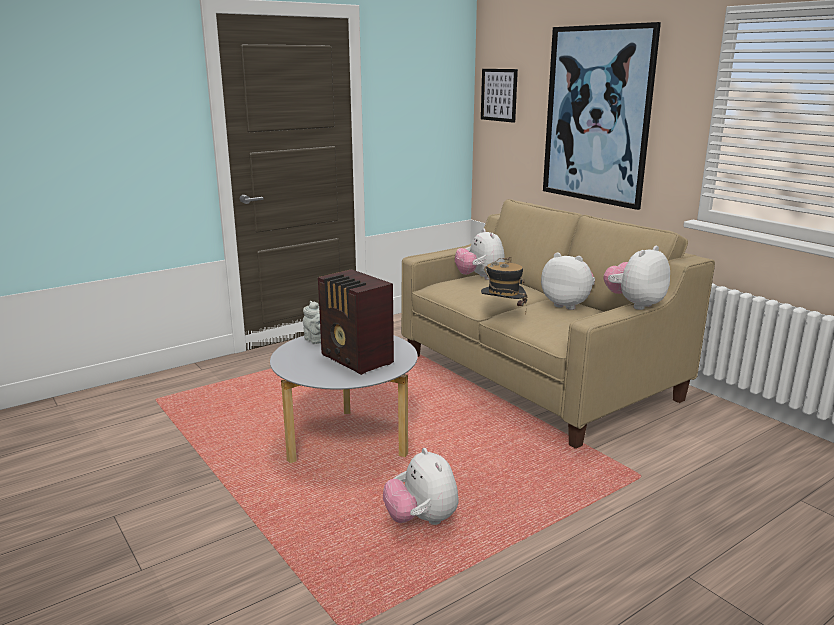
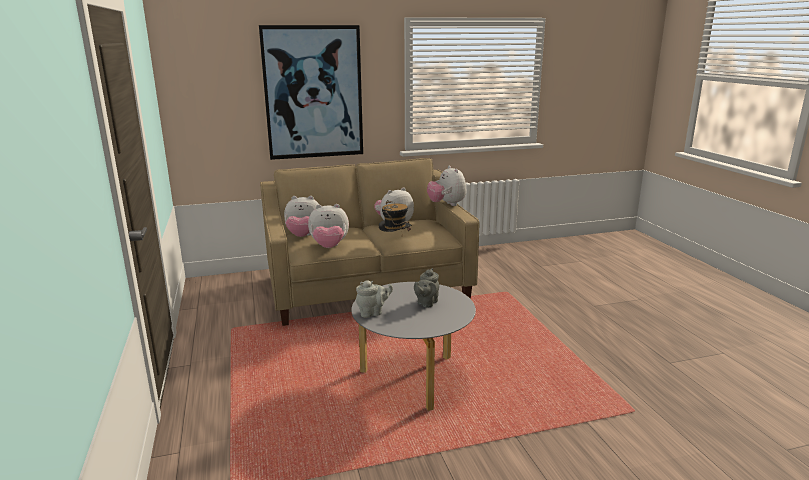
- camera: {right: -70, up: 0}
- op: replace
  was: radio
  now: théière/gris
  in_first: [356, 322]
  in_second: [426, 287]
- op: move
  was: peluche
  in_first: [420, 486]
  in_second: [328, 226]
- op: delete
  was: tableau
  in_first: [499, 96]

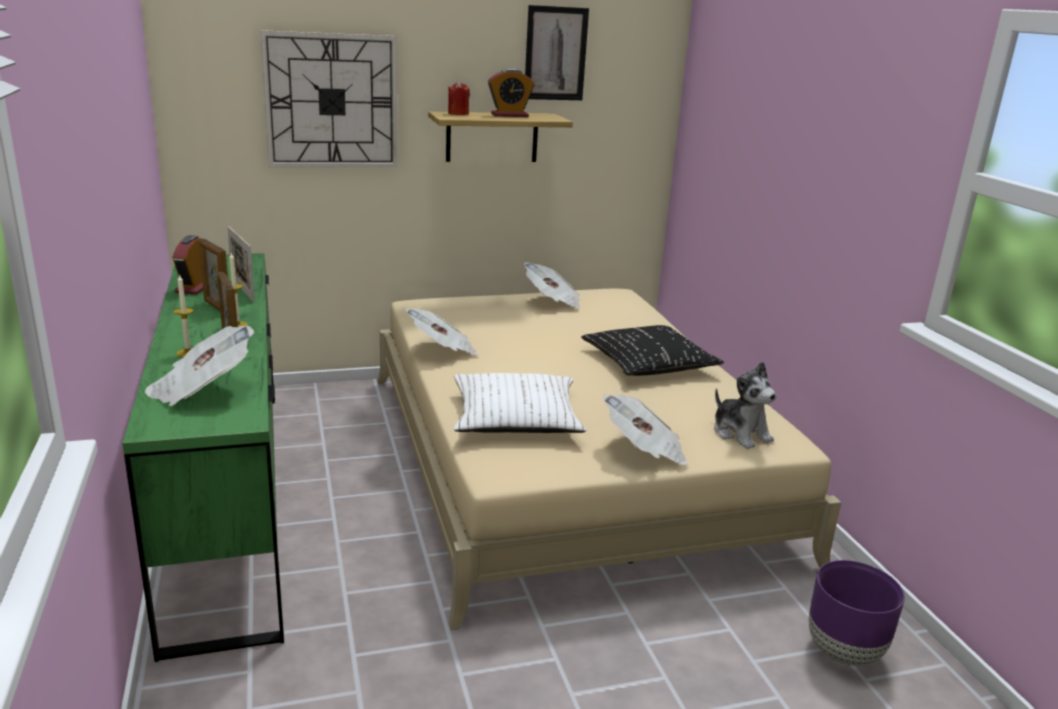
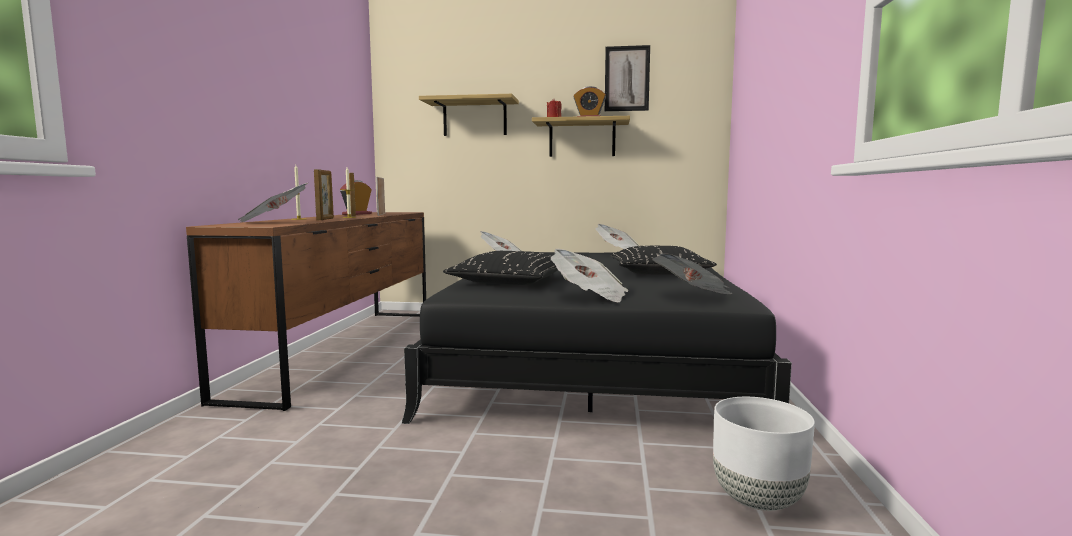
- camera: {right: 25, up: -15}
- op: recolor
  was: commode/vert
  now: commode/marron
  in_first: [203, 457]
  in_second: [306, 311]
- op: replace
  was: horloge murale
  now: étagère
  in_first: [328, 98]
  in_second: [469, 115]
- op: recolor
  was: lit/beige
  now: lit/noir
  in_first: [609, 459]
  in_second: [597, 338]
- op: recolor
  was: coussin/blanc
  now: coussin/noir
  in_first: [520, 403]
  in_second: [500, 268]
- op: replace
  was: peluche
  now: journal
  in_first: [745, 405]
  in_second: [692, 273]
- op: recolor
  was: cache-pot/violet
  now: cache-pot/blanc
  in_first: [857, 613]
  in_second: [764, 454]

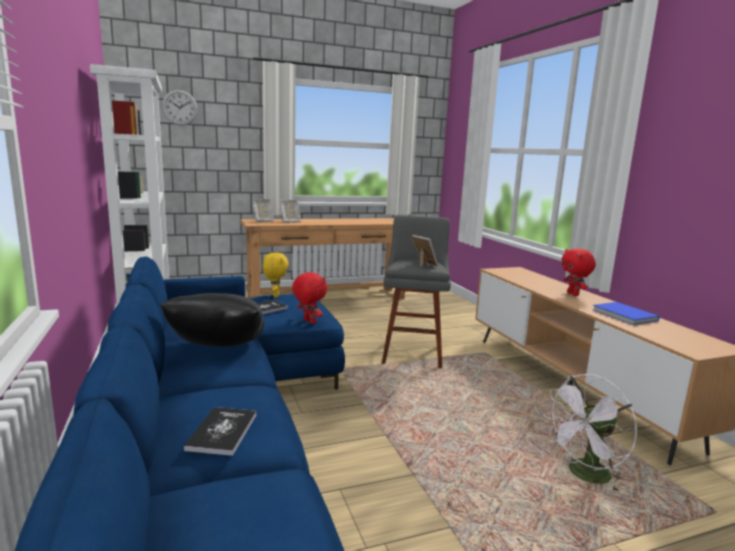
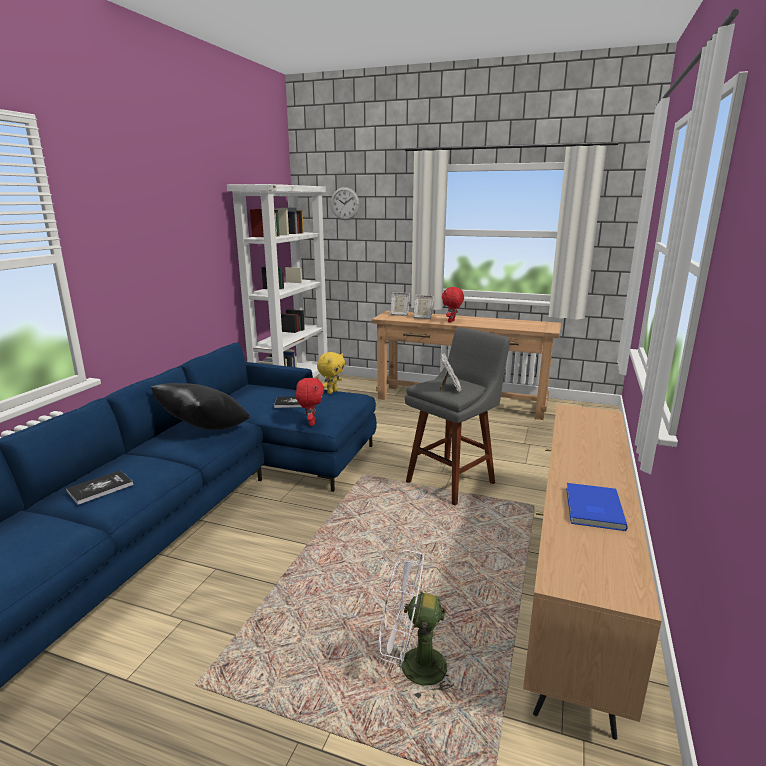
- camera: {right: 40, up: 5}
- op: move
  was: peluche/rouge
  in_first: [578, 272]
  in_second: [453, 305]

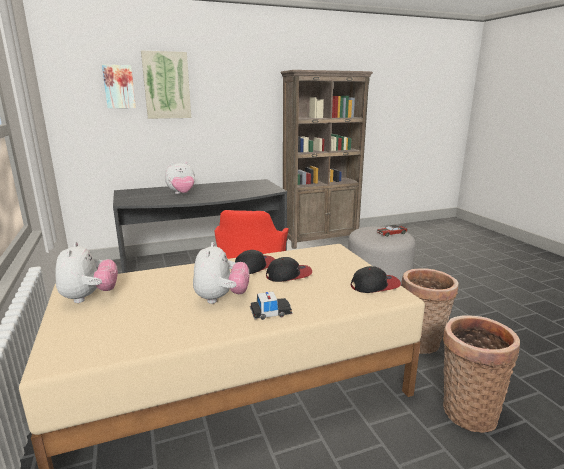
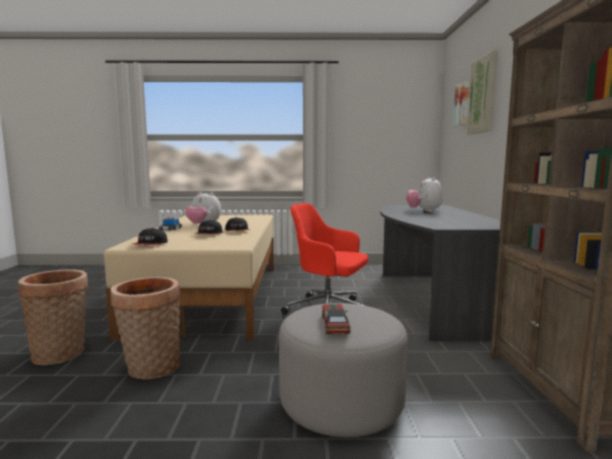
- camera: {right: 110, up: -10}
- op: delete
  was: peluche
  in_first: [86, 272]

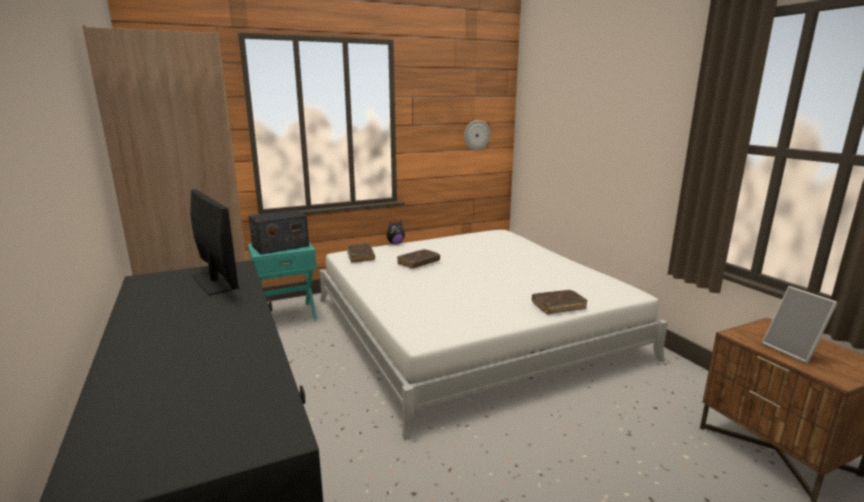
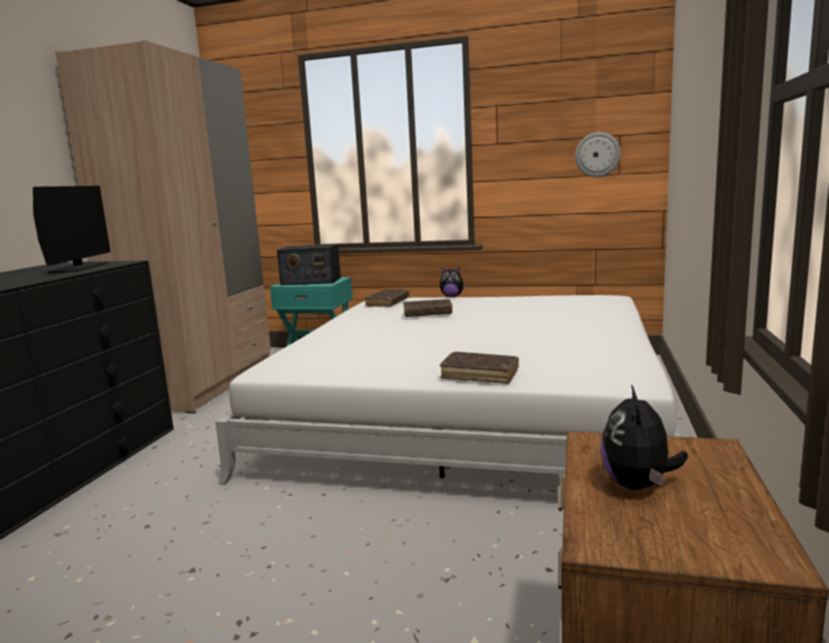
- camera: {right: 40, up: -5}
- op: replace
  was: cadre photo
  now: peluche
  in_first: [800, 324]
  in_second: [644, 437]

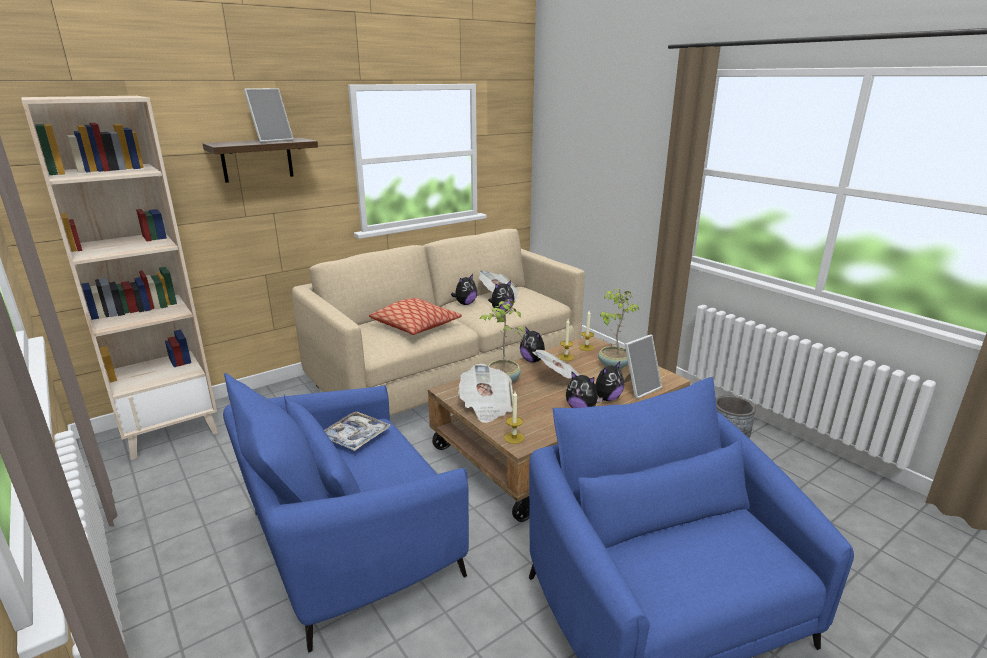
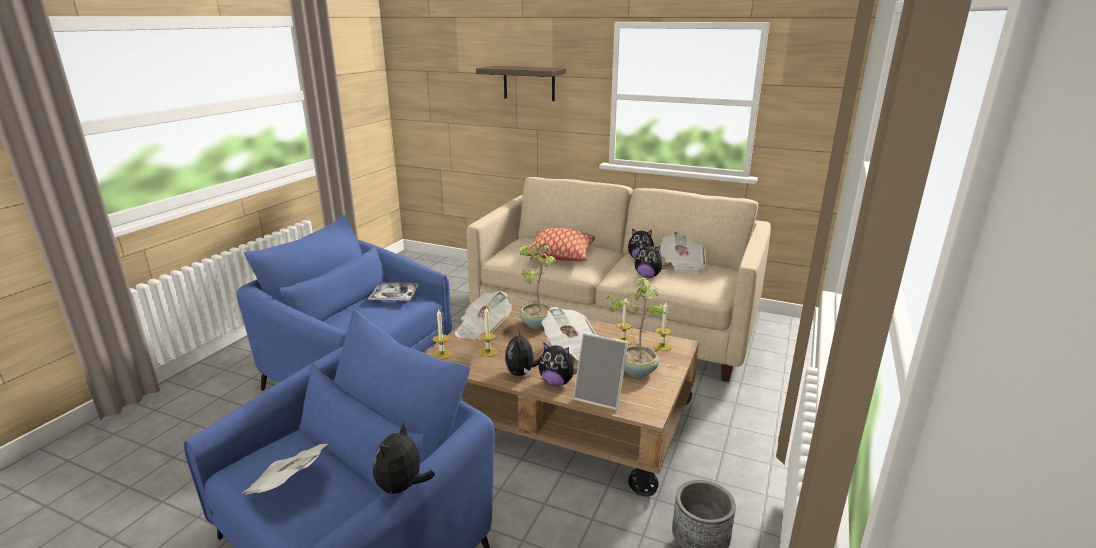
- camera: {right: 60, up: 0}
- op: delete
  was: bibliothèque/beige
  in_first: [120, 278]
- op: delete
  was: cadre photo
  in_first: [269, 115]
- op: move
  was: peluche
  in_first: [532, 344]
  in_second: [404, 458]
- op: insert
  now: journal
  in_second: [286, 468]
- op: insert
  now: bougie
  in_second: [488, 332]

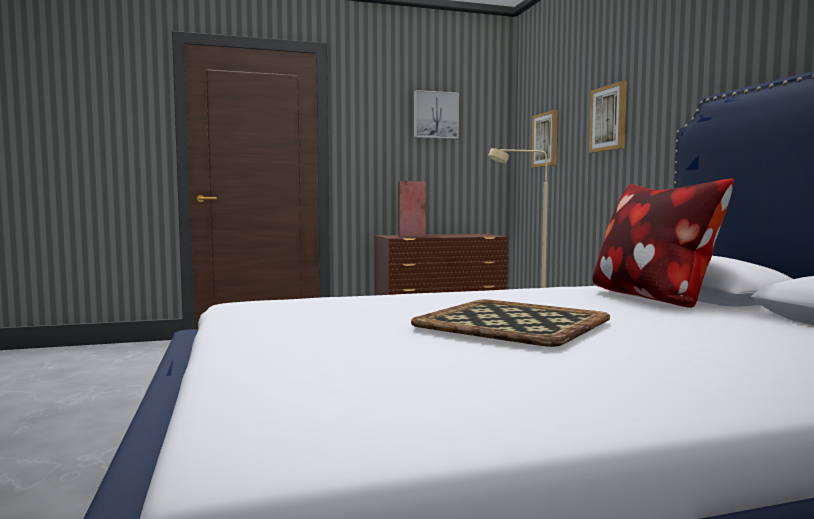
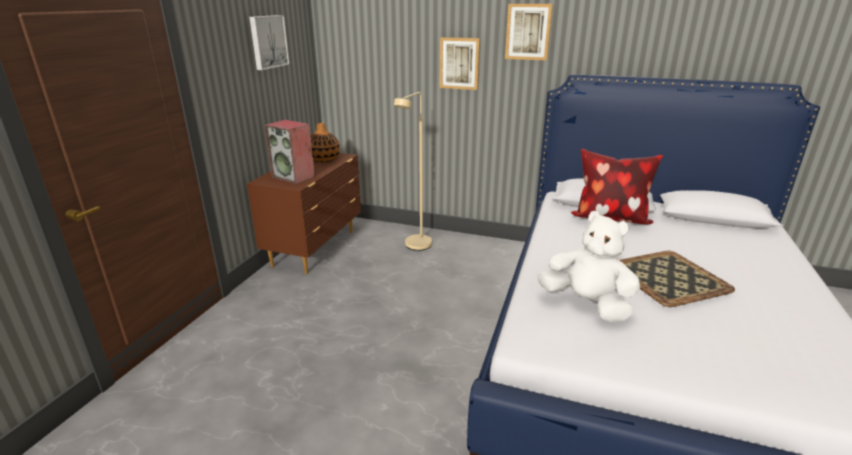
- camera: {right: -55, up: 20}
- op: move
  was: tableau
  in_first: [544, 139]
  in_second: [529, 32]
- op: insert
  now: vase
  in_second: [325, 142]
- op: insert
  now: peluche/blanc
  in_second: [588, 266]

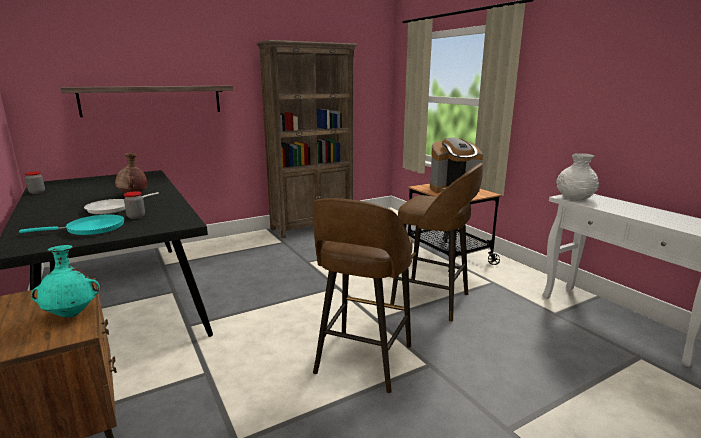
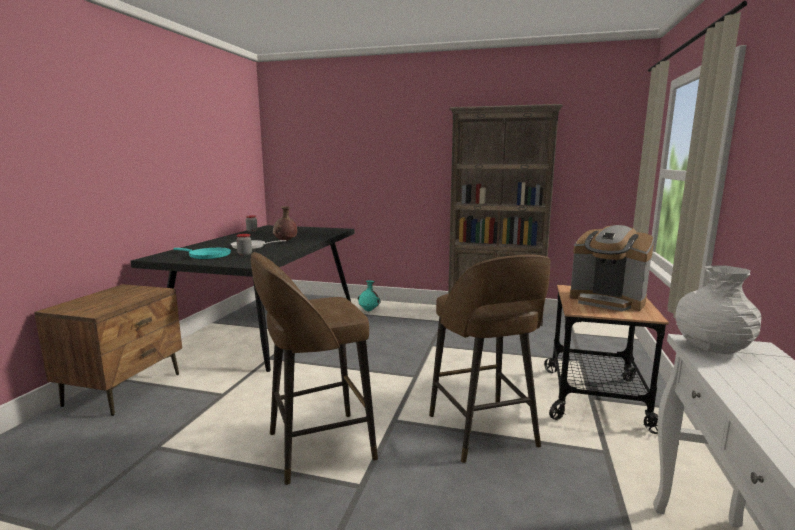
- camera: {right: 45, up: -5}
- op: move
  was: vase/turquoise
  in_first: [66, 281]
  in_second: [369, 295]
- op: delete
  was: étagère
  in_first: [146, 101]

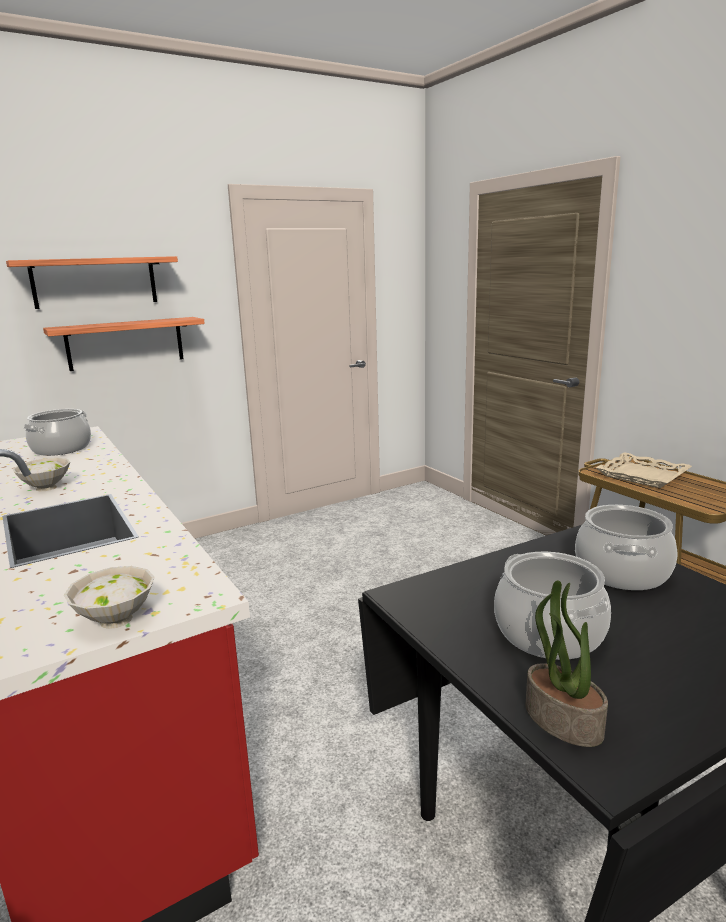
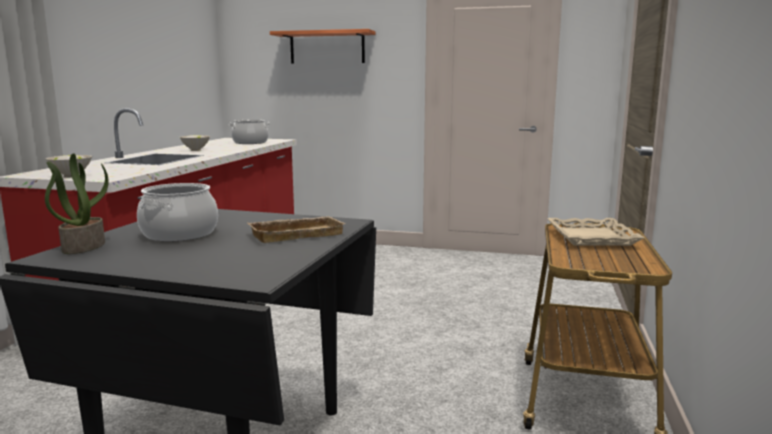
- camera: {right: 45, up: -5}
- op: delete
  was: étagère
  in_first: [124, 344]
- op: replace
  was: marmite
  now: plateau/beige
  in_first: [626, 547]
  in_second: [296, 229]

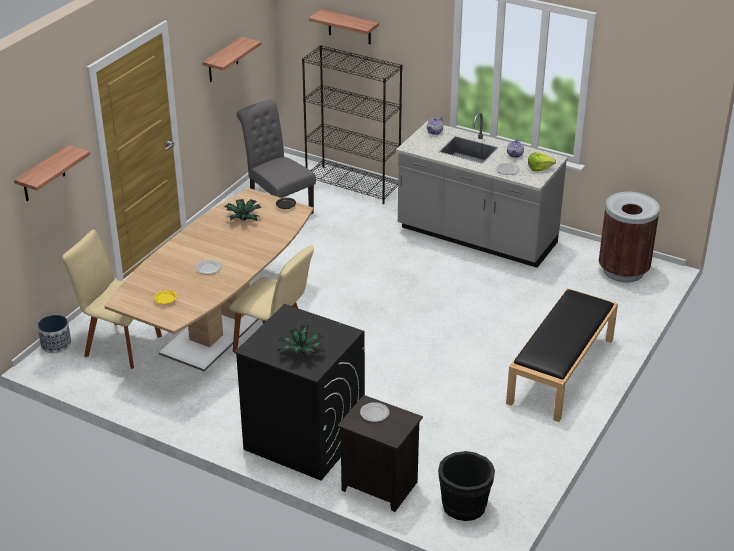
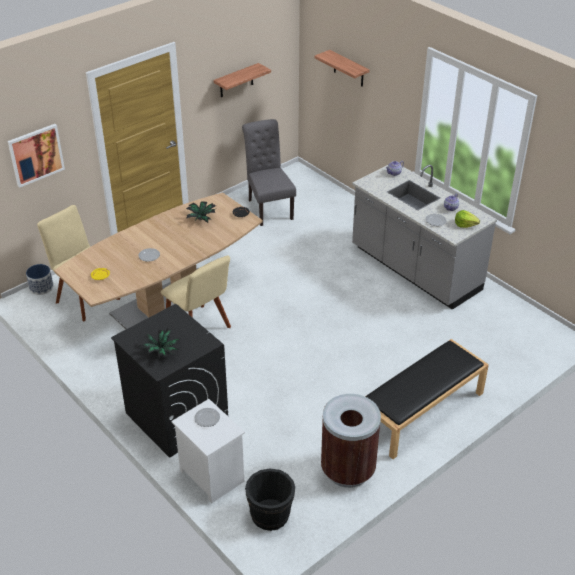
- camera: {right: 20, up: 5}
- op: replace
  was: étagère
  now: tableau
  in_first: [52, 173]
  in_second: [36, 156]
- op: delete
  was: bibliothèque/noir
  in_first: [352, 124]
- op: recolor
  was: table de chevet/noir
  now: table de chevet/blanc
  in_first: [380, 453]
  in_second: [208, 451]
- op: move
  was: poubelle/marron
  in_first: [629, 237]
  in_second: [351, 441]

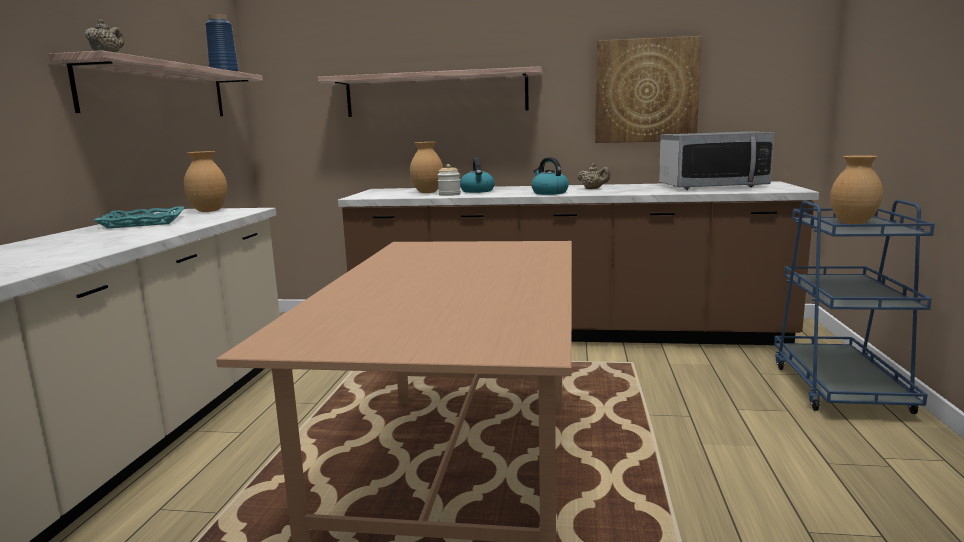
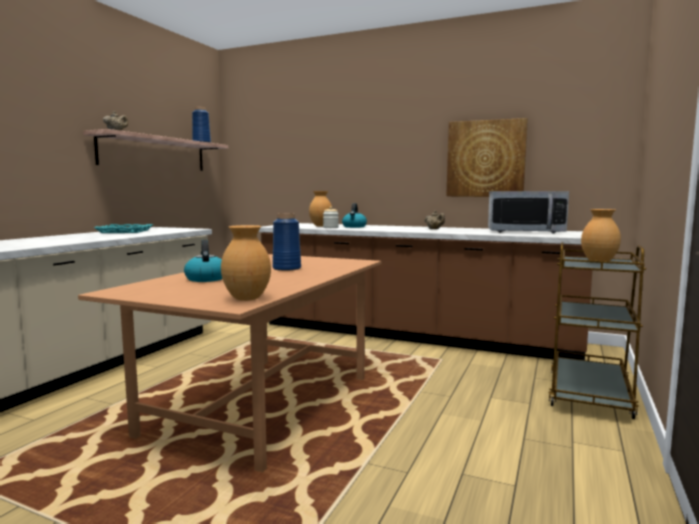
- camera: {right: 15, up: -5}
- op: move
  was: vase/marron
  in_first: [205, 181]
  in_second: [246, 263]
- op: delete
  was: étagère
  in_first: [430, 91]
- op: move
  was: bouilloire
  in_first: [550, 176]
  in_second: [203, 261]
- op: recolor
  was: chariot/bleu
  now: chariot/marron
  in_first: [854, 306]
  in_second: [597, 330]
- op: insert
  now: vase/bleu
  in_second: [286, 242]

